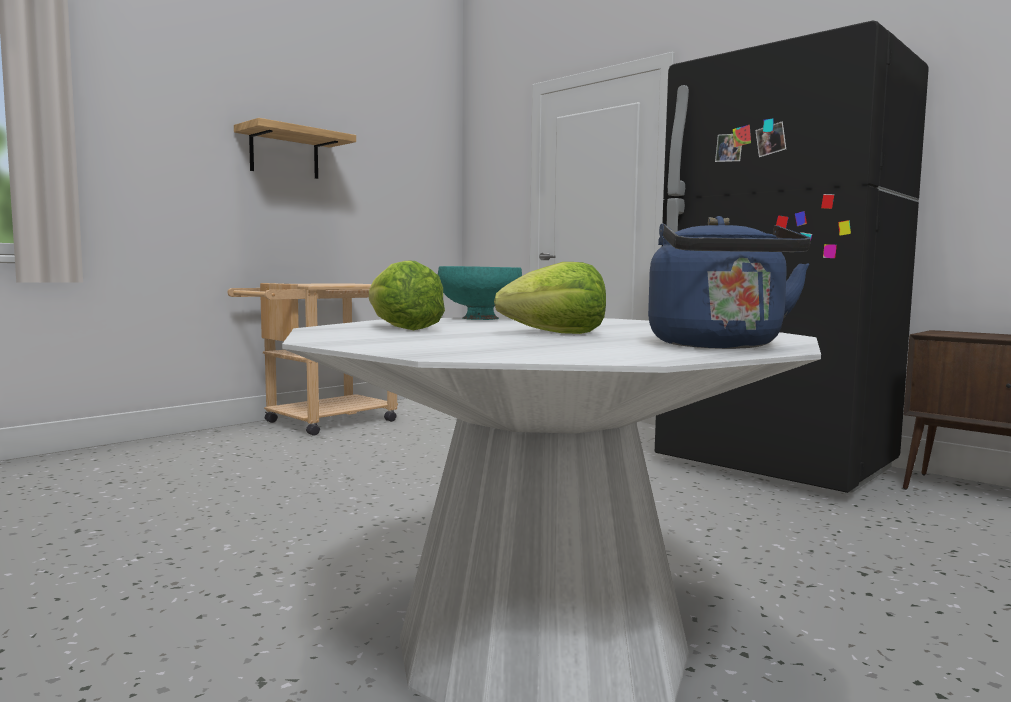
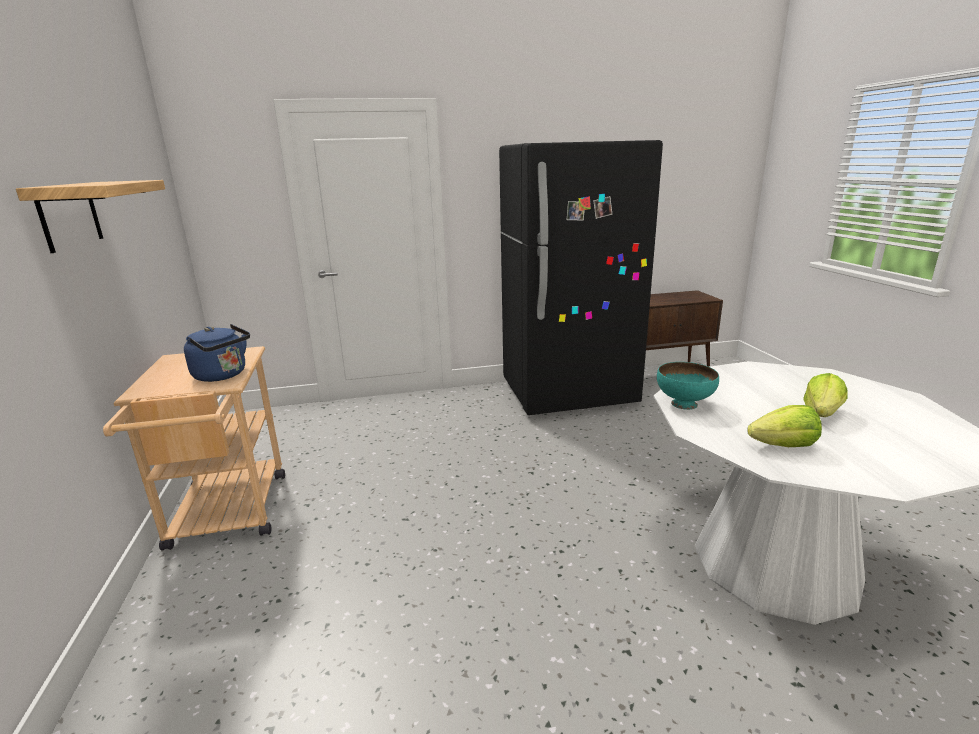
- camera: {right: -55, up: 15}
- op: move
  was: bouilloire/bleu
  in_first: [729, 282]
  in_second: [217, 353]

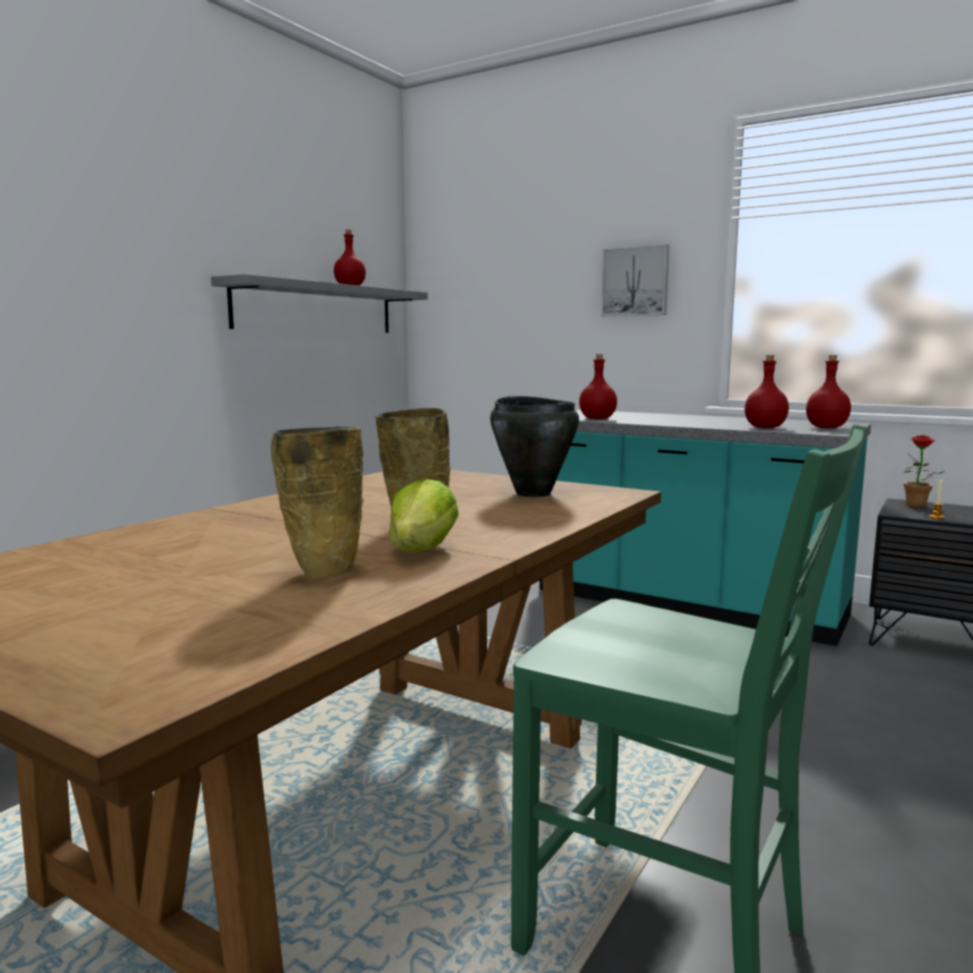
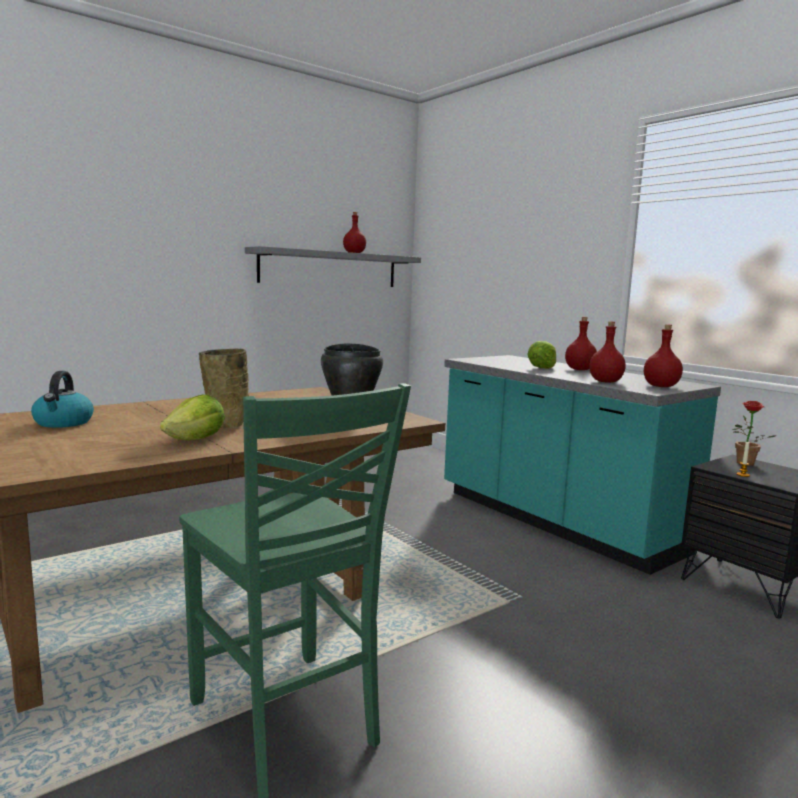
- camera: {right: 20, up: 0}
- op: delete
  was: vase/beige
  in_first: [317, 502]
- op: move
  was: bouteille/rouge
  in_first: [598, 386]
  in_second: [581, 343]
- op: delete
  was: tableau
  in_first: [635, 280]
- op: insert
  now: bouilloire
  in_second: [62, 399]
- op: insert
  now: laitue
  in_second: [541, 355]

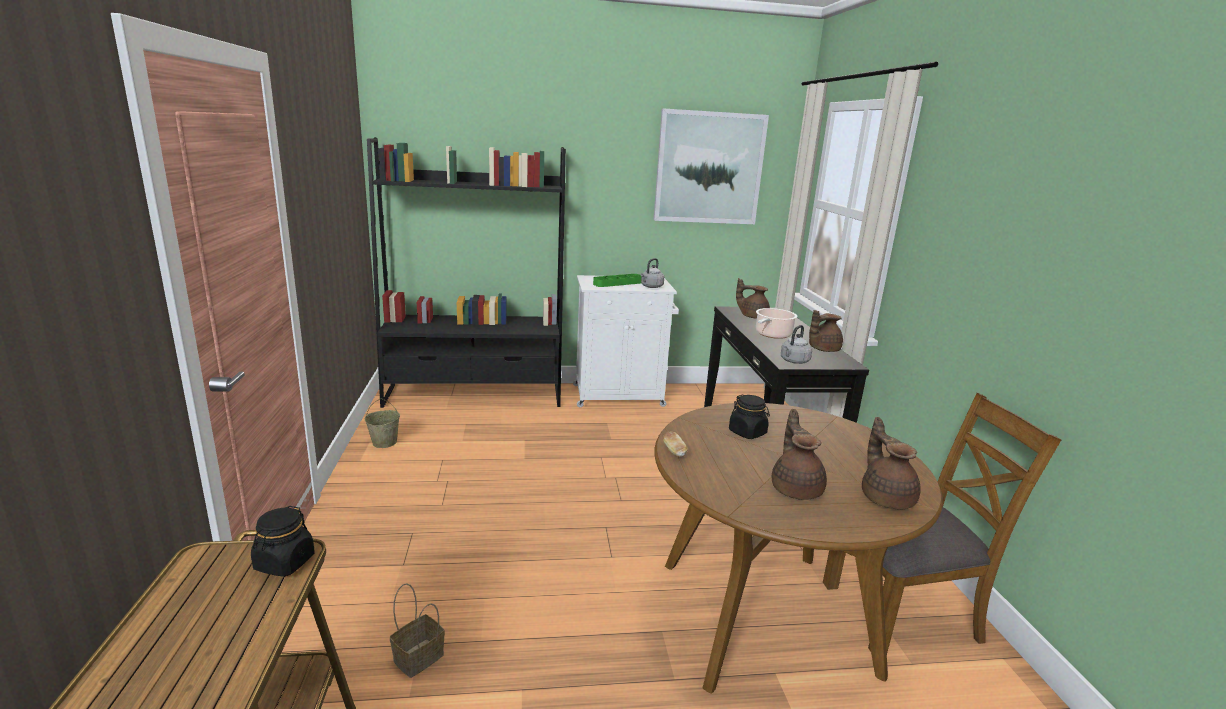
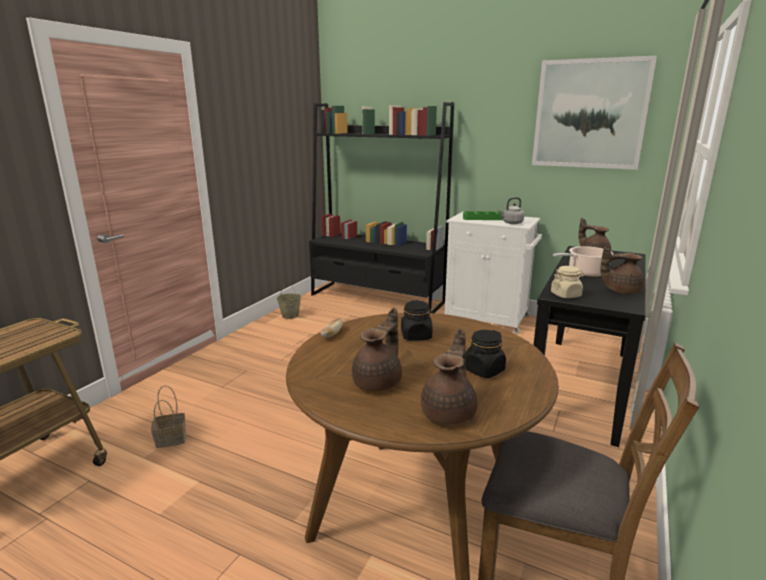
- camera: {right: 35, up: 0}
- op: move
  was: bocal/noir
  in_first: [283, 541]
  in_second: [485, 354]
- op: replace
  was: bouilloire/gris
  now: bocal/beige
  in_first: [796, 344]
  in_second: [567, 282]

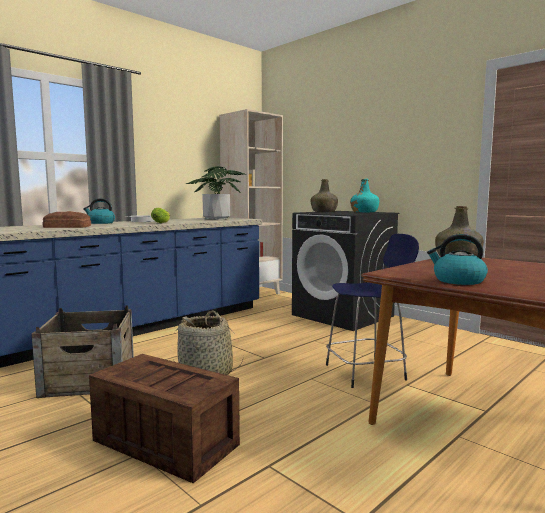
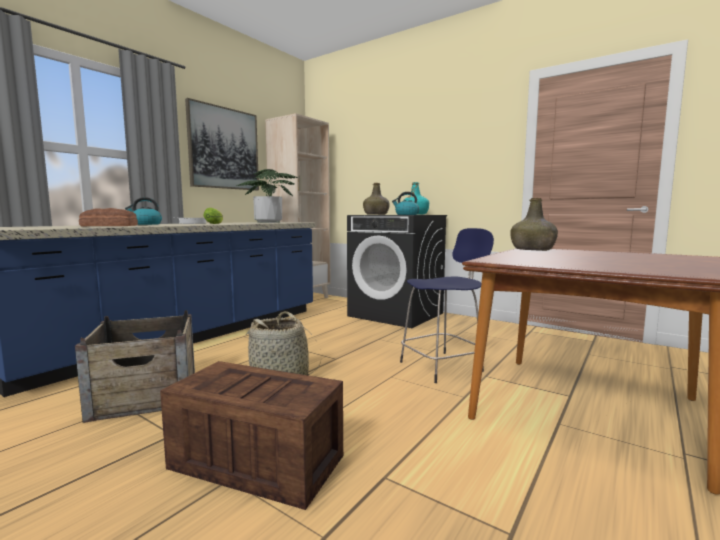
- camera: {right: -10, up: 0}
- op: move
  was: bouilloire
  in_first: [457, 259]
  in_second: [405, 203]
- op: insert
  now: tableau
  in_second: [222, 144]

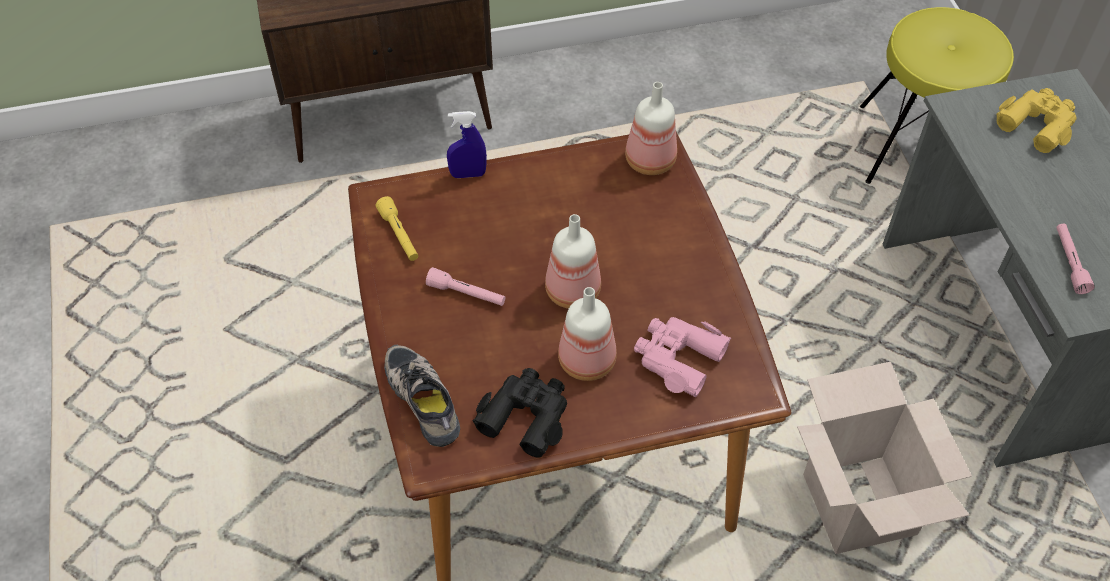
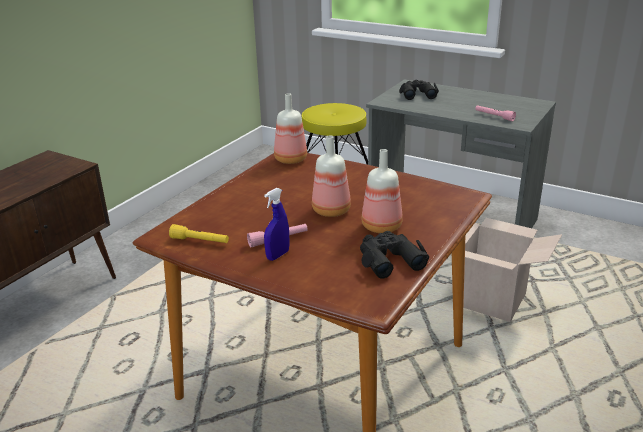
- camera: {right: -45, up: -25}
- op: delete
  was: chaussure
  in_first: [422, 395]
- op: move
  was: vaporisateur/bleu
  in_first: [467, 144]
  in_second: [276, 224]
- op: delete
  was: jumelles/rose
  in_first: [682, 357]
- op: recolor
  was: jumelles/jaune
  now: jumelles/noir
  in_first: [1036, 120]
  in_second: [419, 90]

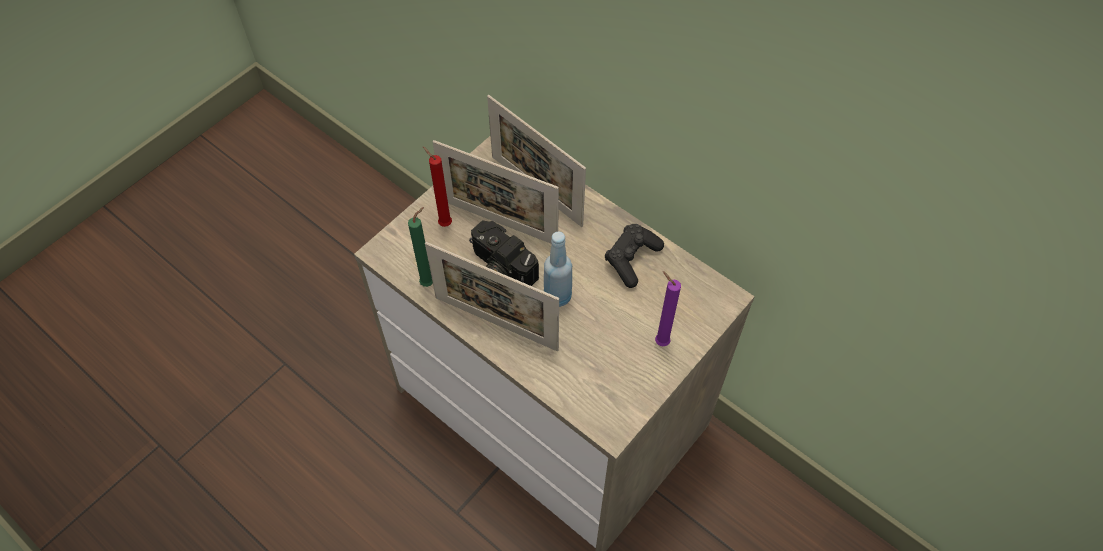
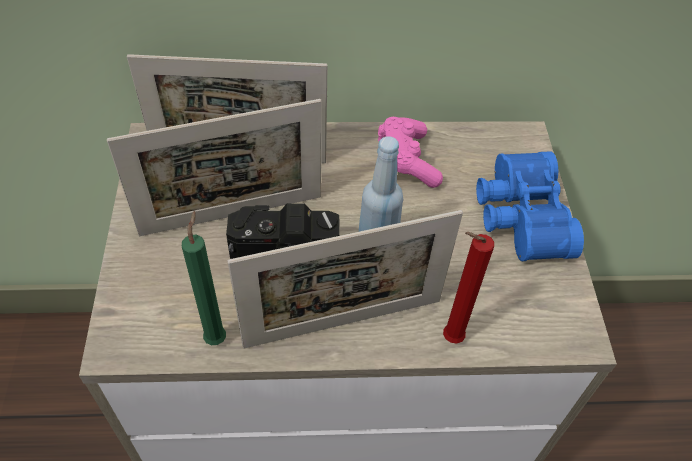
- camera: {right: -45, up: -5}
- op: move
  was: bougie/rouge
  in_first: [437, 187]
  in_second: [468, 288]
- op: recolor
  was: manette/noir
  now: manette/rose
  in_first: [634, 256]
  in_second: [410, 152]
- op: replace
  was: bougie/violet
  now: jumelles/bleu
  in_first: [668, 308]
  in_second: [530, 206]

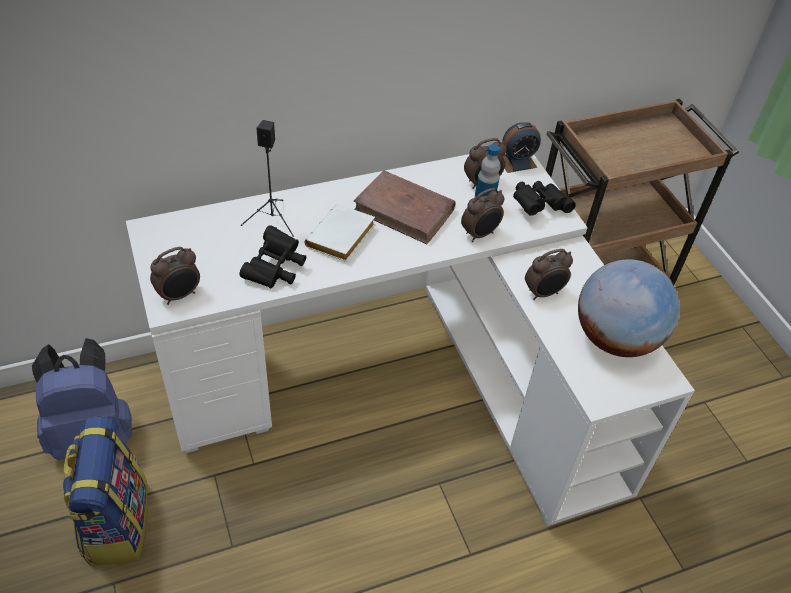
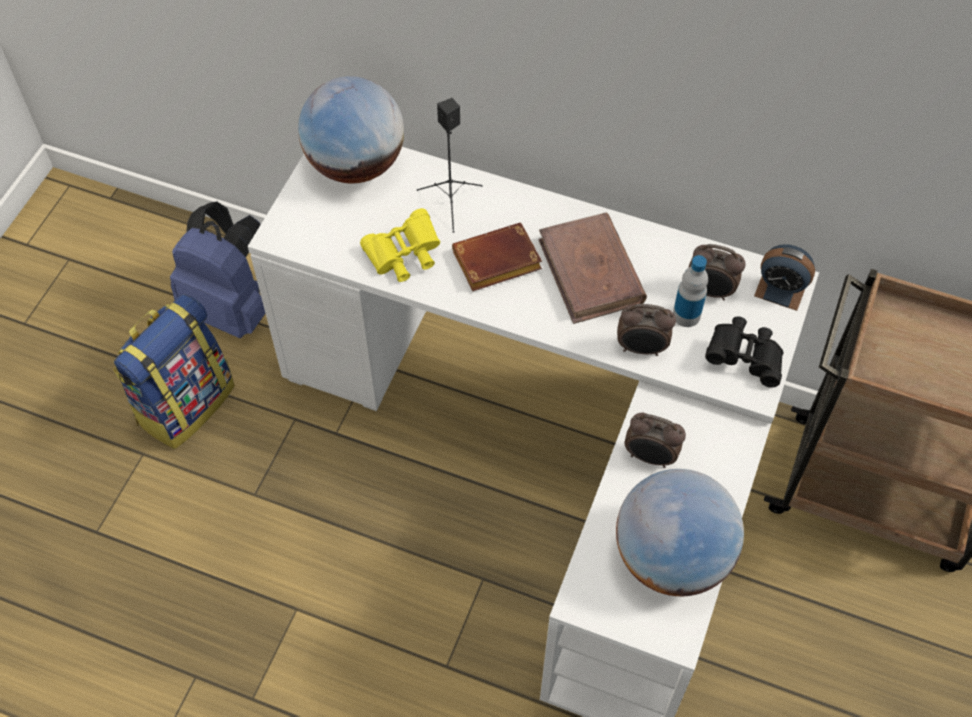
- camera: {right: 45, up: 10}
- op: delete
  was: réveil
  in_first: [175, 276]
- op: recolor
  was: jumelles/noir
  now: jumelles/jaune
  in_first: [273, 256]
  in_second: [400, 245]
- op: recolor
  was: livre/blanc
  now: livre/marron
  in_first: [340, 233]
  in_second: [497, 257]
- op: insert
  now: globe
  in_second: [351, 129]

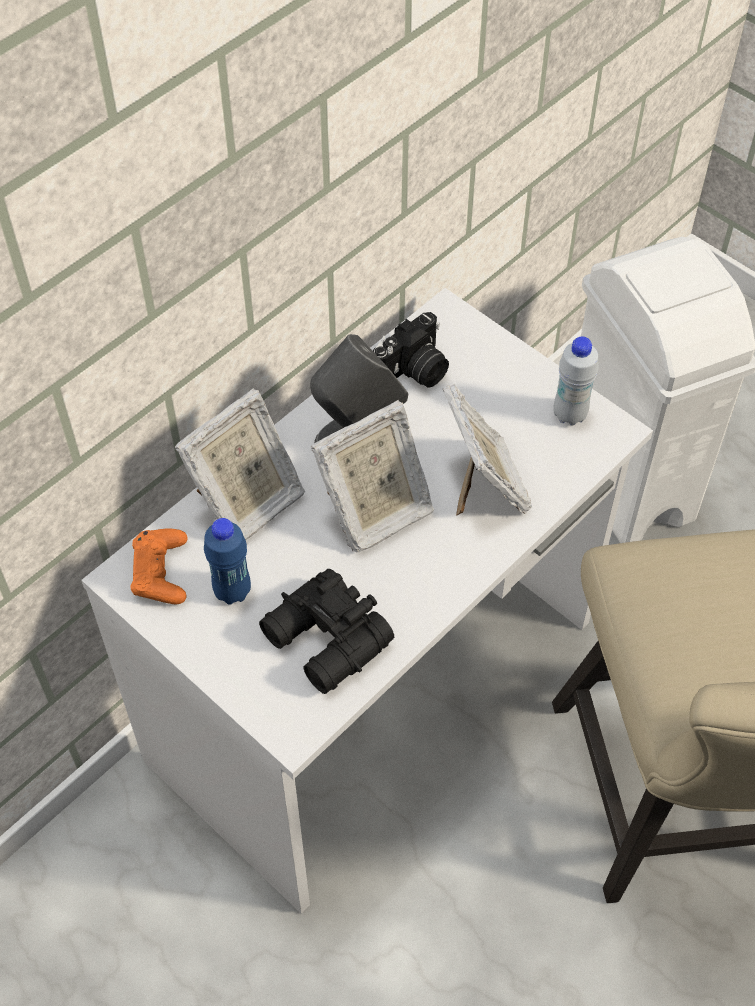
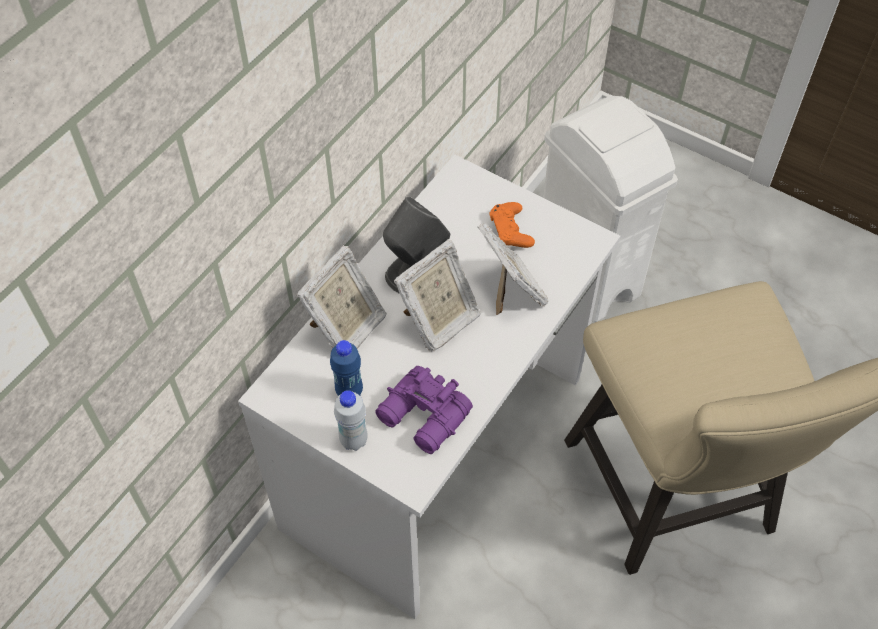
- camera: {right: -10, up: 0}
- op: move
  was: manette/orange
  in_first: [159, 566]
  in_second: [512, 225]
- op: recolor
  was: jumelles/noir
  now: jumelles/violet
  in_first: [326, 631]
  in_second: [424, 410]
- op: delete
  was: appareil photo
  in_first: [411, 350]
- op: move
  was: bouteille/blanc
  in_first: [576, 381]
  in_second: [351, 420]

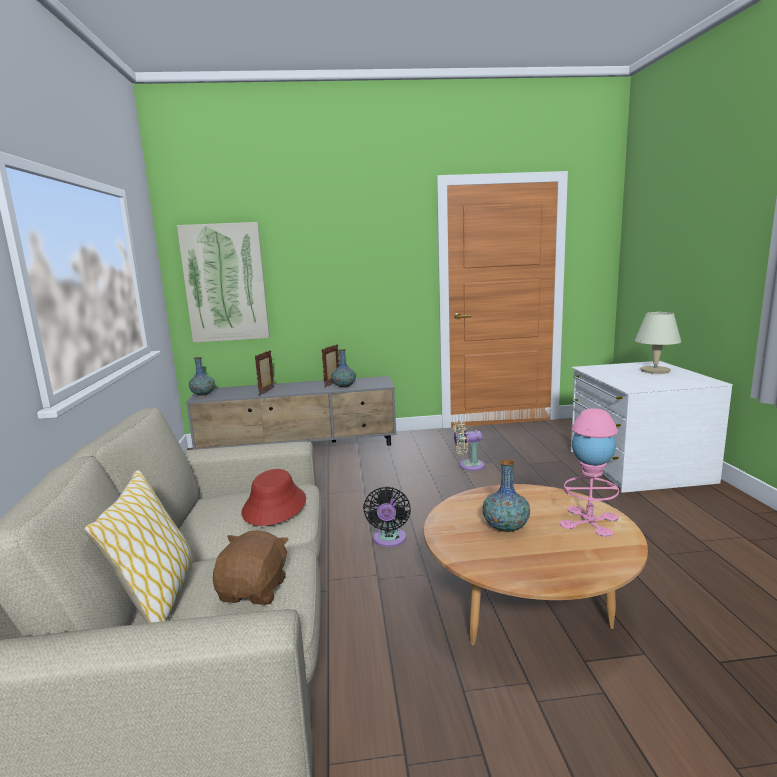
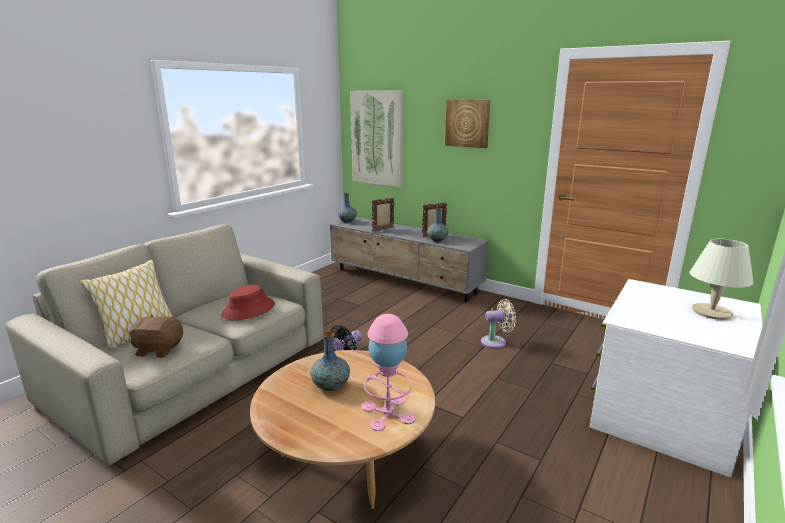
- camera: {right: 40, up: 5}
- op: rotate
  was: peluche/marron
  in_first: [251, 567]
  in_second: [156, 336]
  clockwise: -135
- op: rotate
  was: ventilateur/beige
  in_first: [469, 446]
  in_second: [498, 324]
  clockwise: 135
- op: insert
  now: tableau
  in_second: [467, 123]

